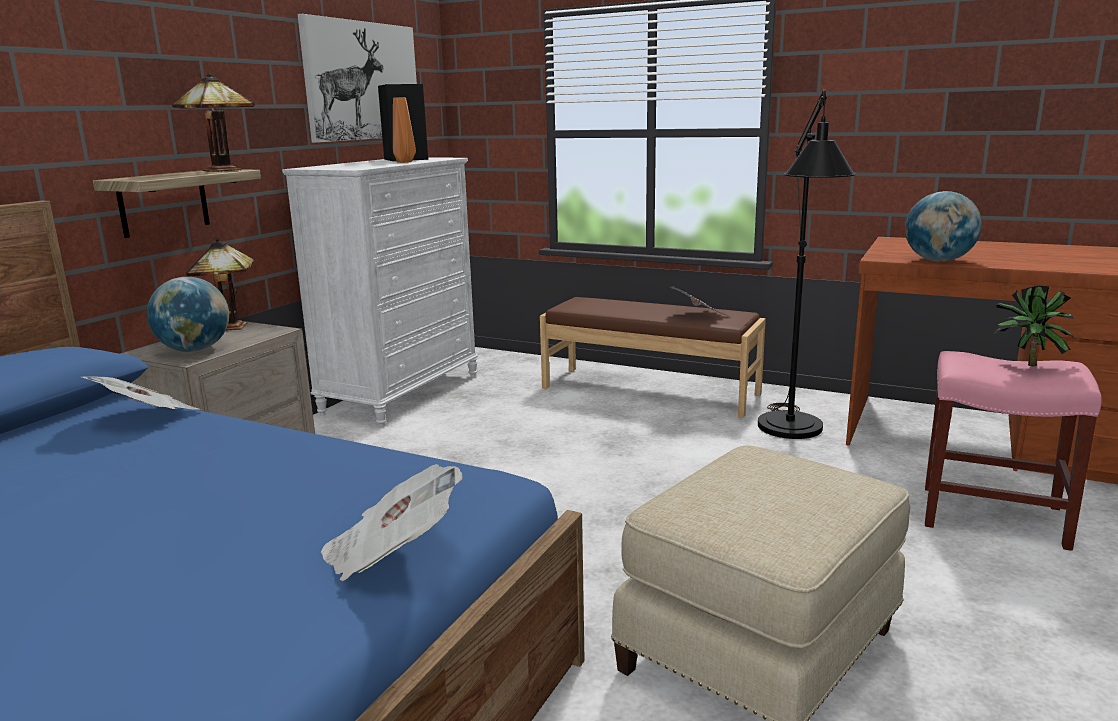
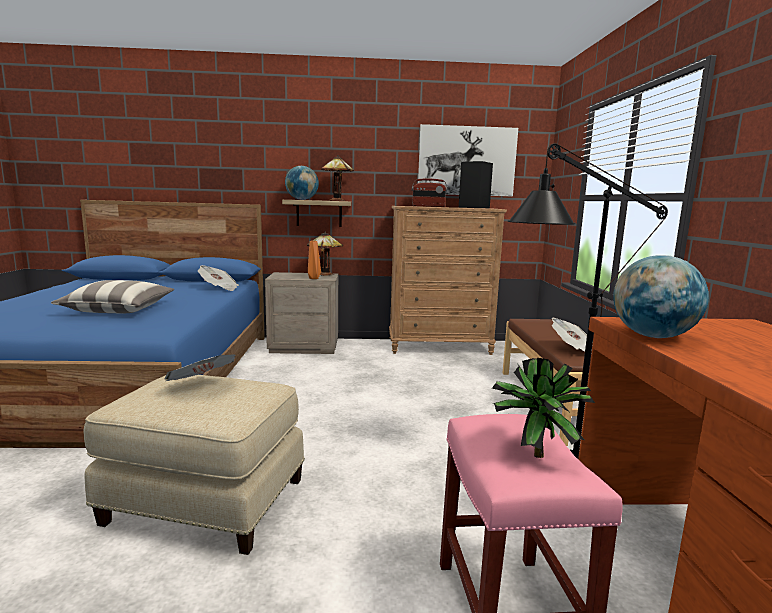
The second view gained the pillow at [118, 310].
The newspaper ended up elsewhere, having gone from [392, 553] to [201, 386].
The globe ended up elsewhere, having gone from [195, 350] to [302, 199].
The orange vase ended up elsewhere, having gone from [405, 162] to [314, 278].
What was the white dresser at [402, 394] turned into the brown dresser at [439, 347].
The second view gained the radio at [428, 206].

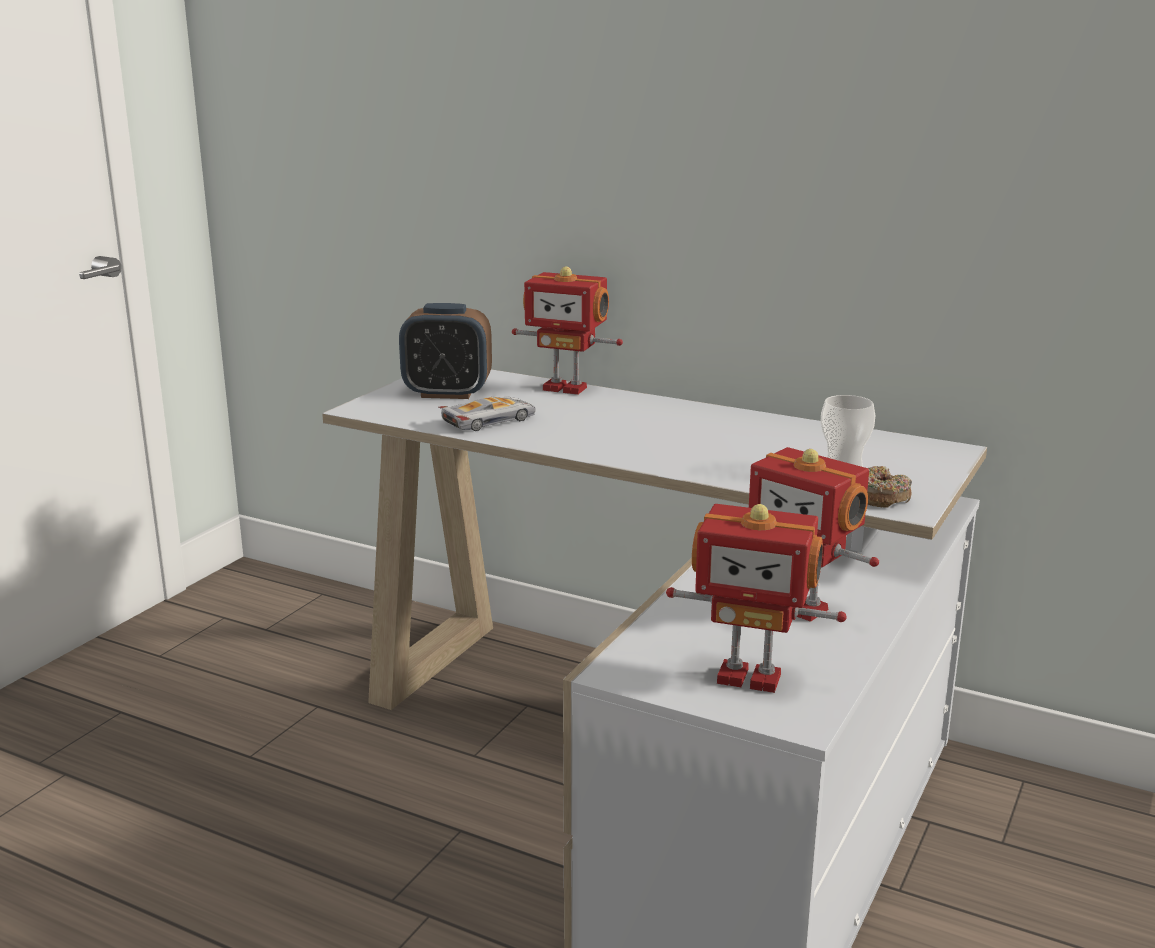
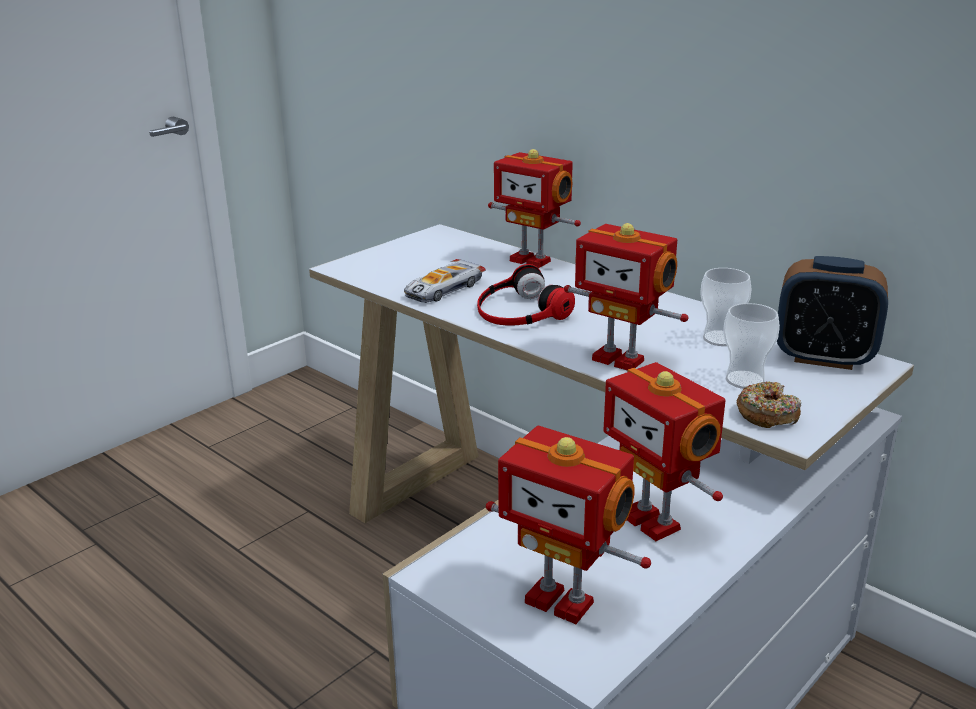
The toy car at [489, 421] ended up facing another way, 150 degrees clockwise from before.
The second view gained the headphones at [520, 310].
The second view gained the toy robot at [619, 359].
The second view gained the cup at [720, 339].
The alarm clock ended up elsewhere, having gone from [447, 393] to [823, 358].

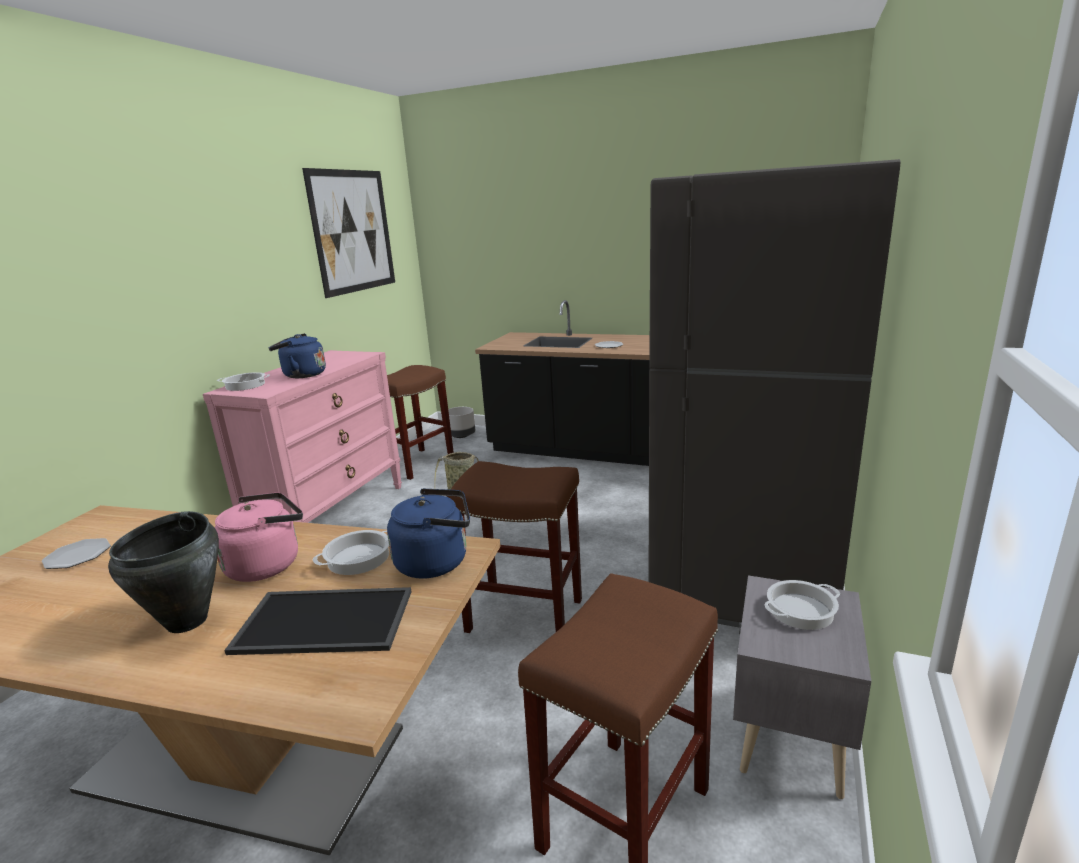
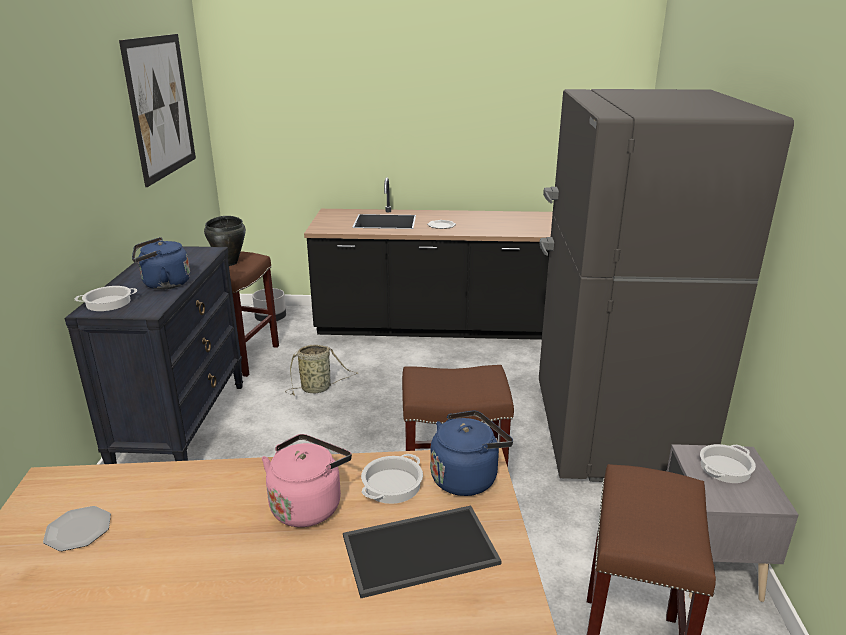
What was the pink dresser at [331, 515] turned into the black dresser at [183, 428].
The black cooking pot ended up elsewhere, having gone from [188, 621] to [229, 263].

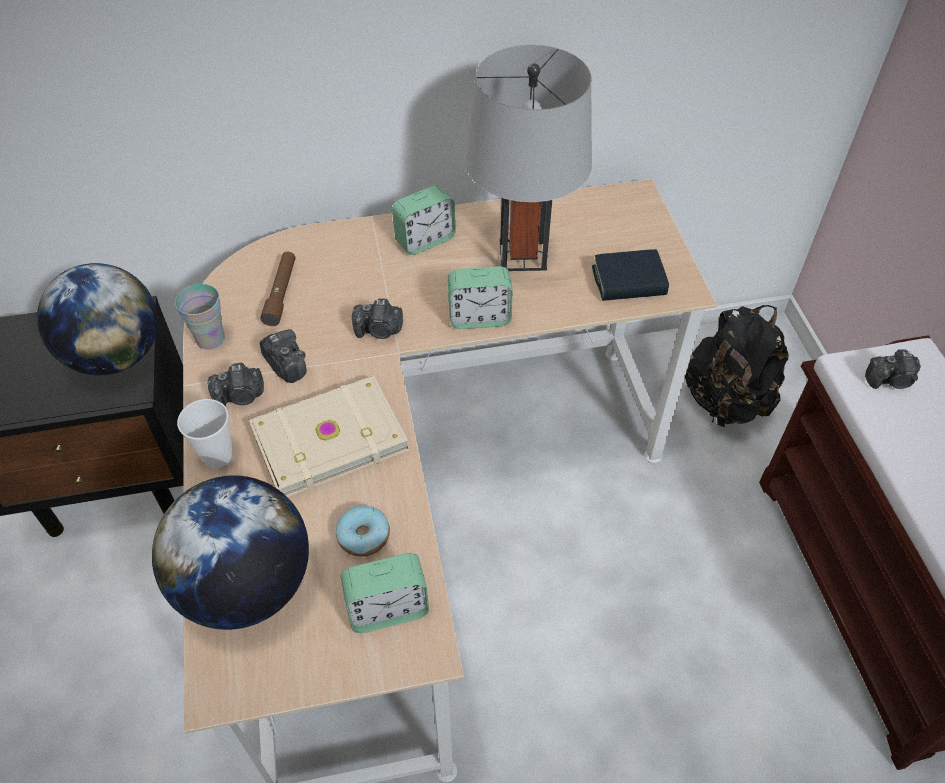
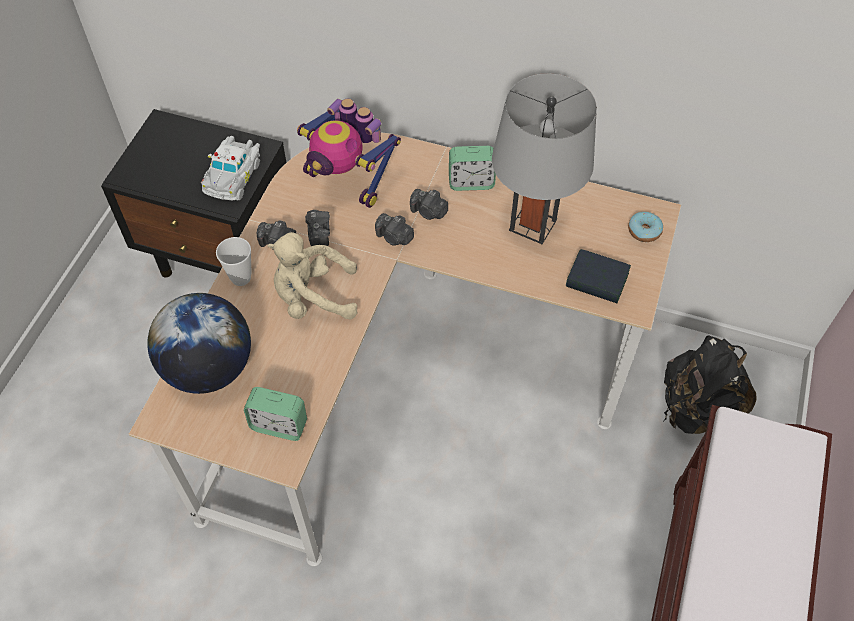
Where the globe stood at [116, 356], the white toy car came to stand at [234, 175].
Where the beige book stood at [327, 437], the beige plush toy came to stand at [313, 297].
Where the brown flashlight stood at [281, 293], the toy robot came to stand at [348, 180].
The photo camera ended up elsewhere, having gone from [890, 380] to [428, 212].
The donut ended up elsewhere, having gone from [363, 536] to [644, 231].
The second view lost the cup at [210, 339].
The second view lost the alarm clock at [479, 317].

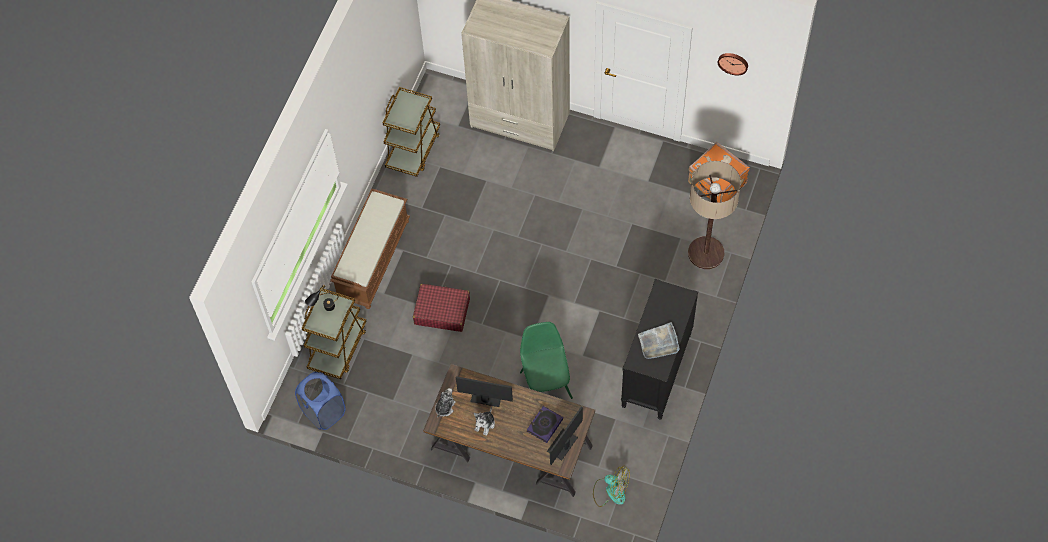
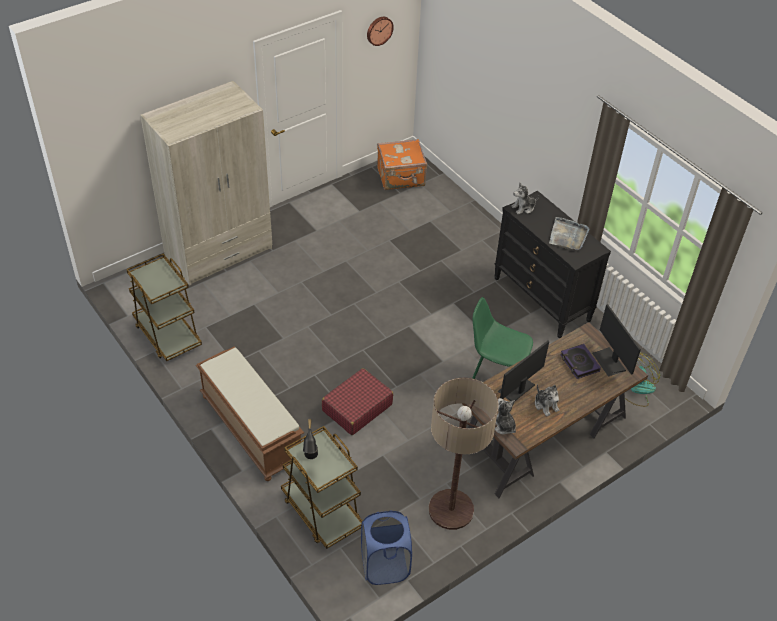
The floor lamp ended up elsewhere, having gone from [706, 253] to [451, 510].
The second view gained the plush toy at [523, 208].

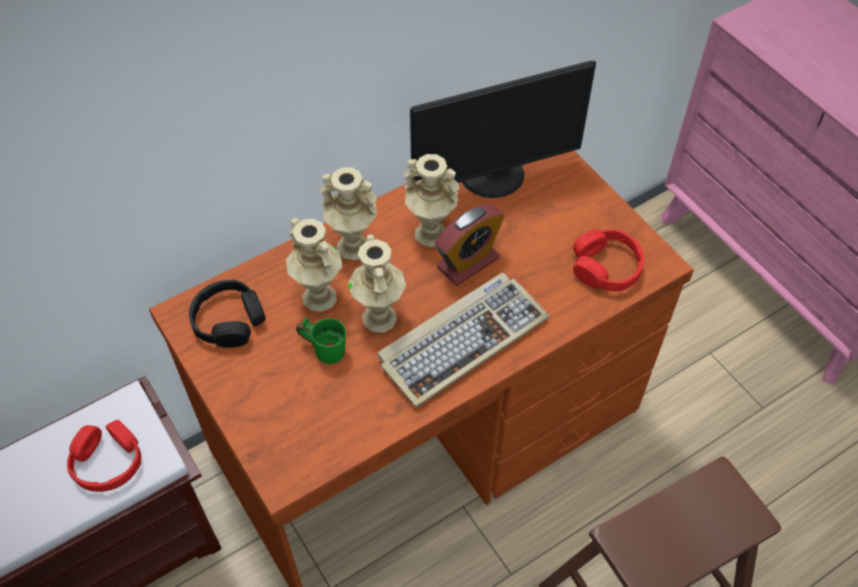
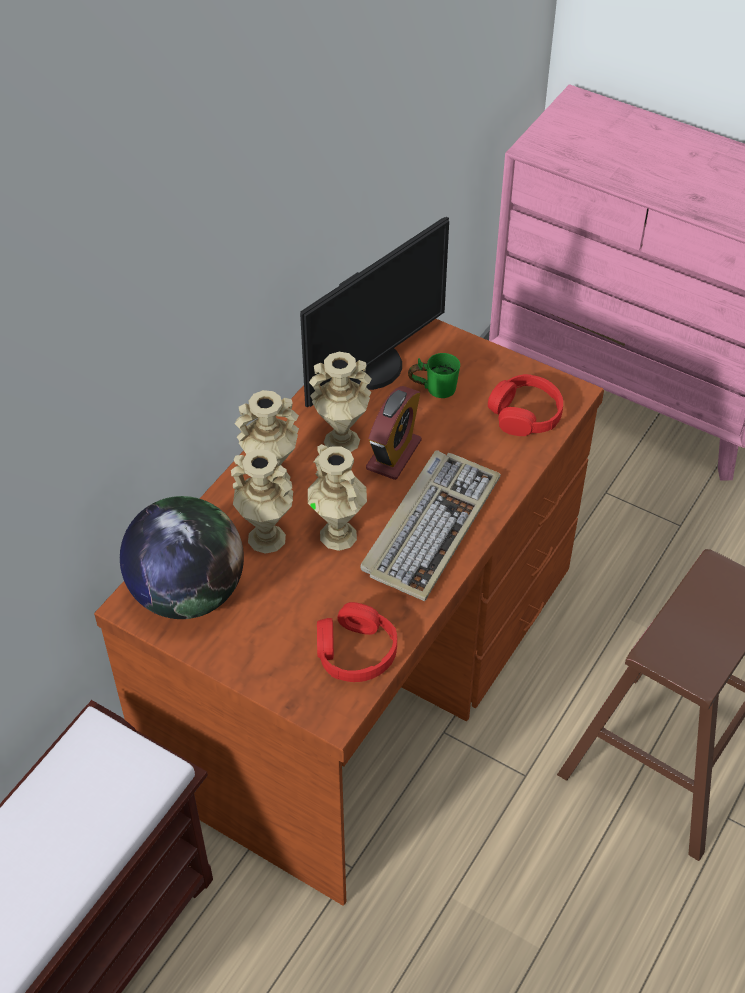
Where the black headphones stood at [229, 321], the globe came to stand at [188, 593].
The red headphones ended up elsewhere, having gone from [108, 462] to [355, 652].
The green mug ended up elsewhere, having gone from [326, 347] to [434, 387].

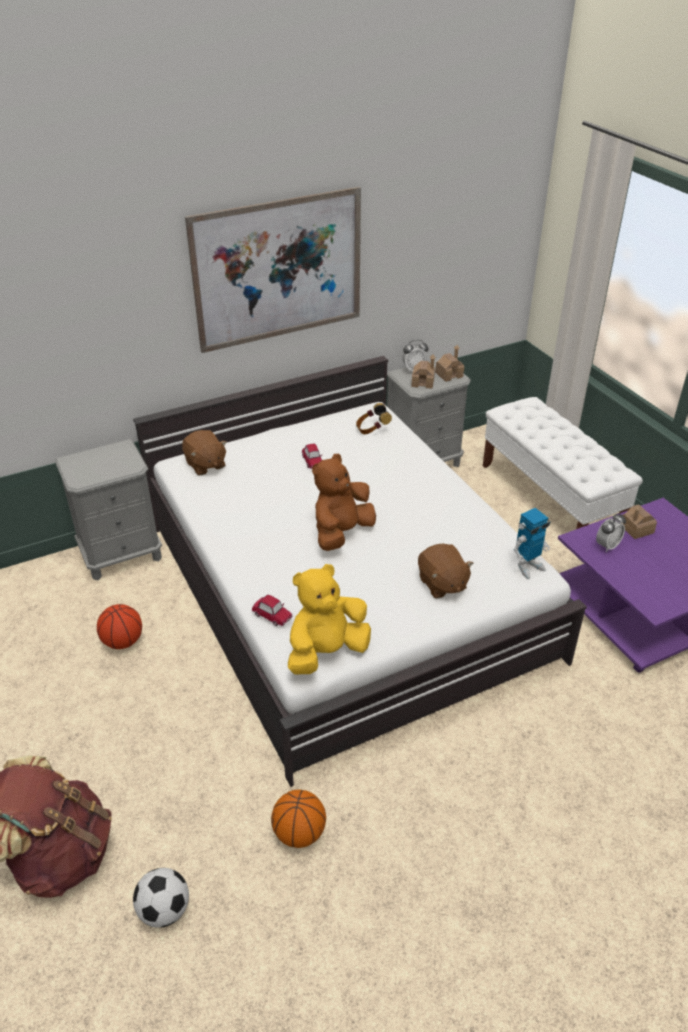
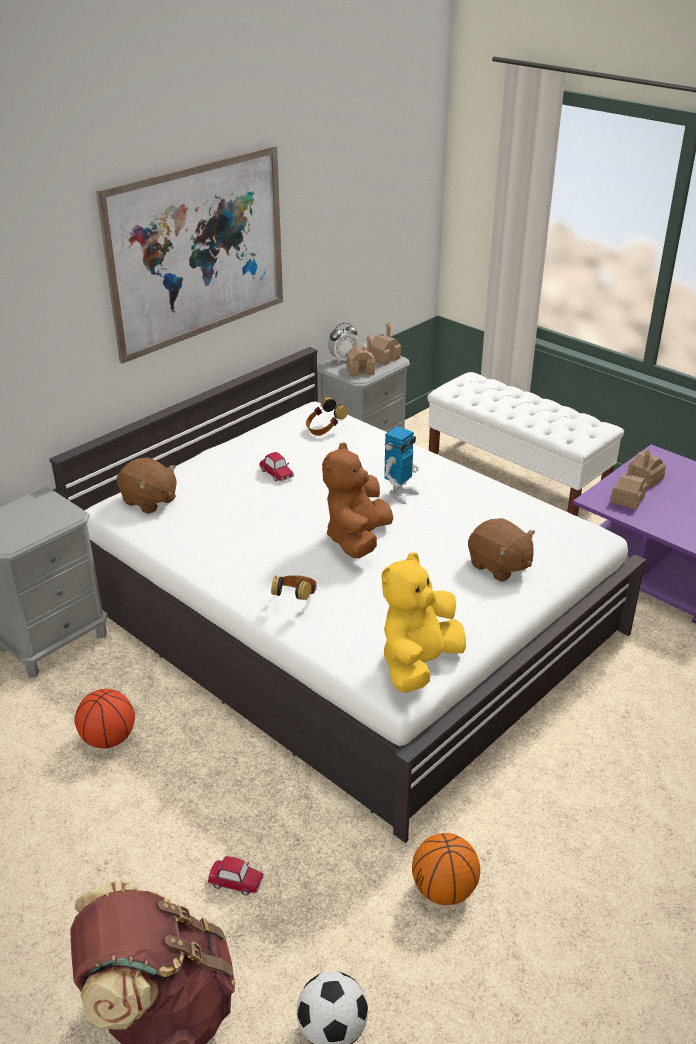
The toy car ended up elsewhere, having gone from [272, 615] to [236, 881].
The second view gained the headphones at [295, 599].
The toy robot ended up elsewhere, having gone from [528, 567] to [400, 494].
Where the alarm clock stood at [607, 546], the toy house came to stand at [627, 499].

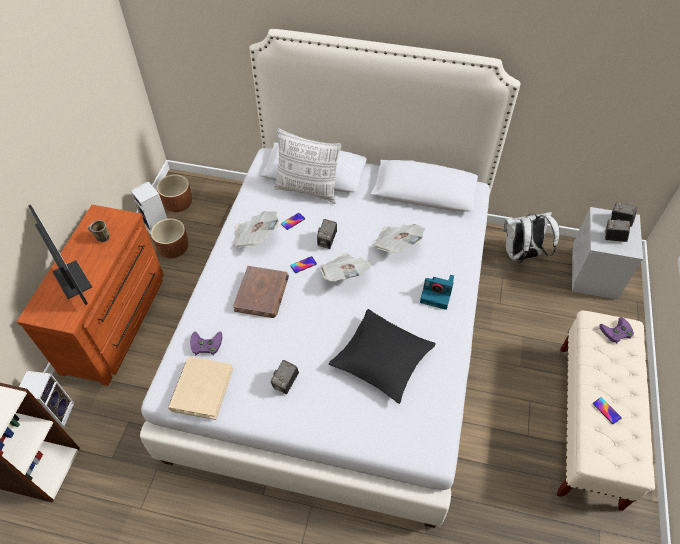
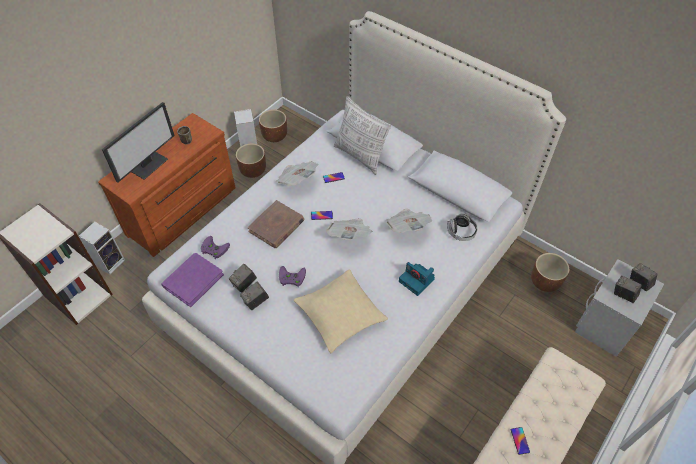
The monitor at [71, 279] ended up facing another way, 45 degrees clockwise from before.
What was the beige book at [201, 389] turned into the purple book at [193, 280].
The photo camera ended up elsewhere, having gone from [327, 241] to [244, 284].
The purple game controller ended up elsewhere, having gone from [616, 332] to [291, 278].
What was the black pillow at [382, 360] turned into the beige pillow at [340, 314].
The second view gained the headphones at [461, 232].
Where the white backpack stood at [521, 255], the brown planter came to stand at [544, 282].

